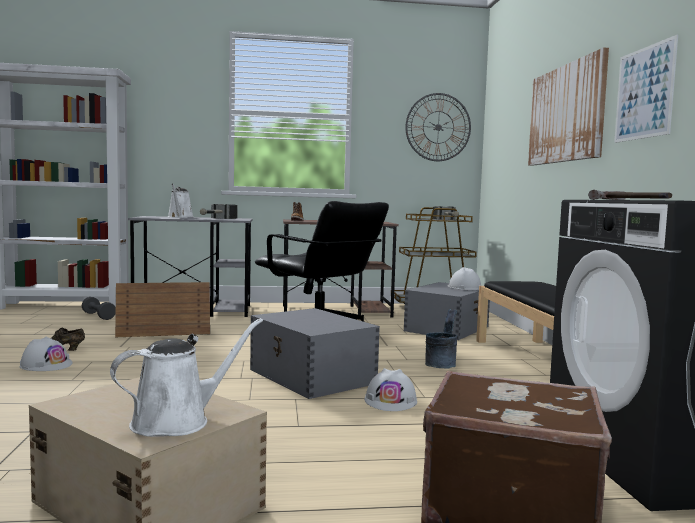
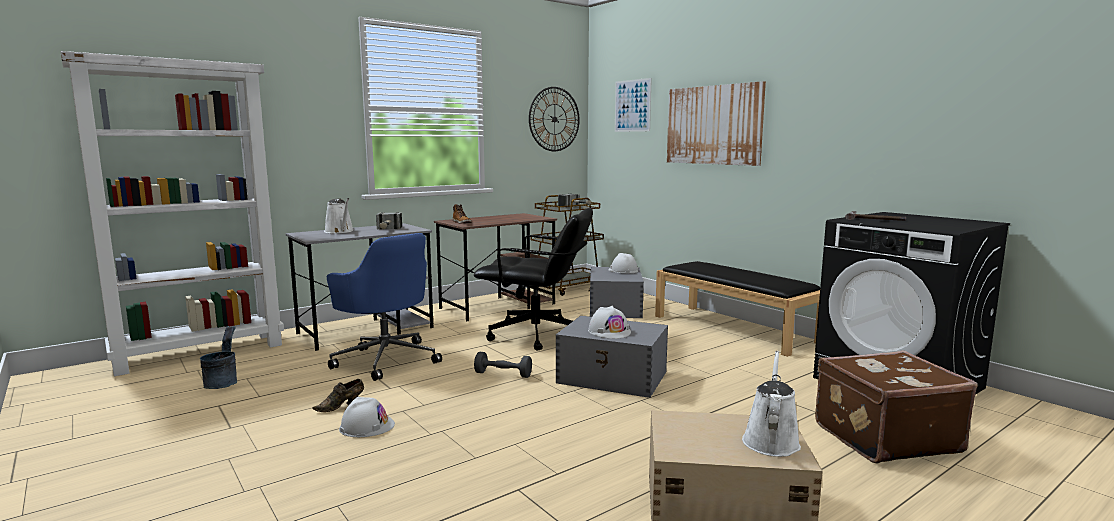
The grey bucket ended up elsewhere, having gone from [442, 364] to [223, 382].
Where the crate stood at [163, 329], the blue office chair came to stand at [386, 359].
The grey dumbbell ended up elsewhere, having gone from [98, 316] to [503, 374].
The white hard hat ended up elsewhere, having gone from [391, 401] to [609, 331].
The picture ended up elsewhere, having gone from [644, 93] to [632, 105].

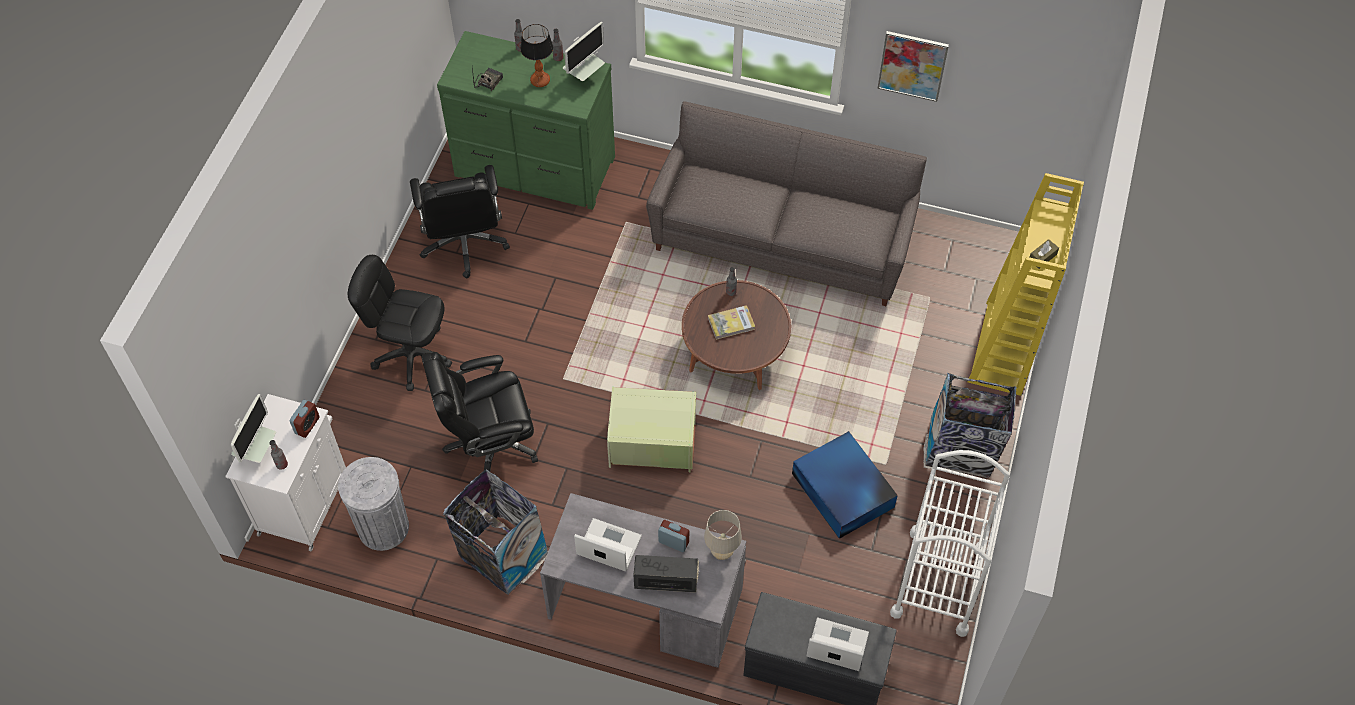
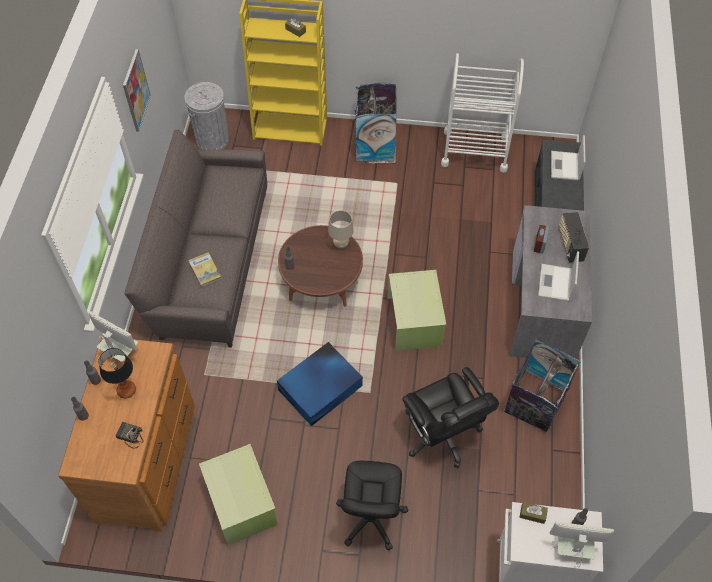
What was the green dresser at [534, 168] turned into the brown dresser at [148, 460].
The grey trash can ended up elsewhere, having gone from [383, 527] to [212, 139].
The book ended up elsewhere, having gone from [731, 323] to [205, 270].
Where the black office chair stood at [464, 244], the green storage box came to stand at [242, 502].
The blue storage box ended up elsewhere, having gone from [843, 491] to [321, 387].
The beige table lamp ended up elsewhere, having gone from [722, 552] to [341, 244].
Where the alarm clock stood at [307, 425], the brown tissue box came to stand at [532, 514].

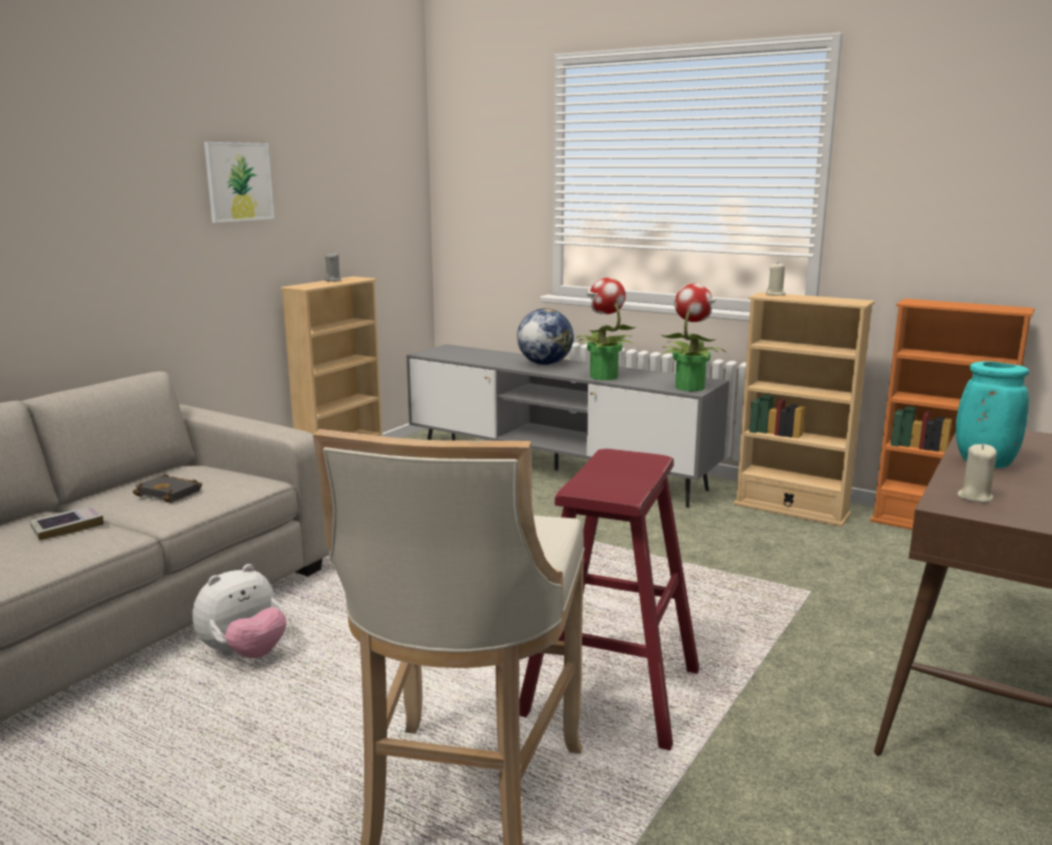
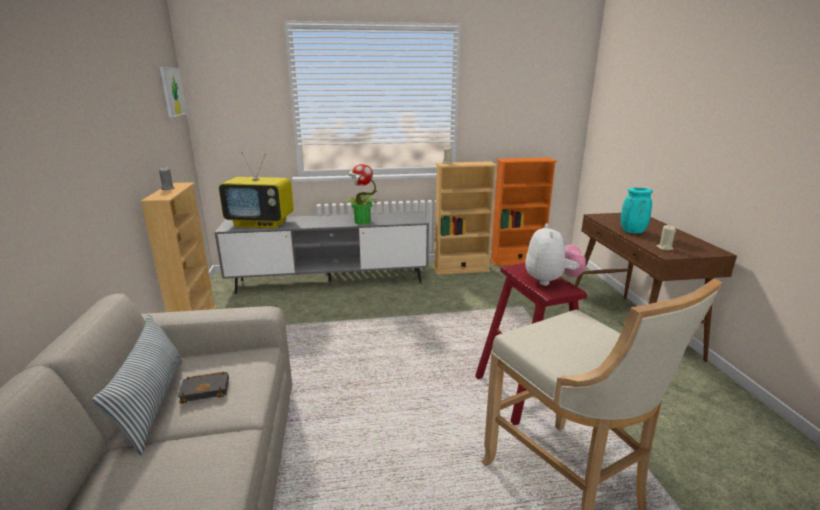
The second view gained the pillow at [153, 403].
The picture ended up elsewhere, having gone from [239, 182] to [172, 92].
The second view gained the television at [261, 223].
The plush toy ended up elsewhere, having gone from [244, 653] to [551, 281].
The second view lost the book at [67, 527].
The second view lost the globe at [544, 364].
The second view lost the potted plant at [689, 387].

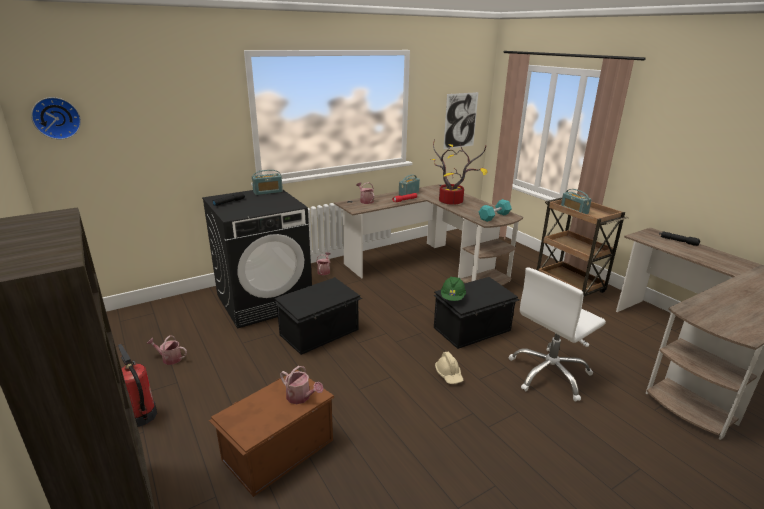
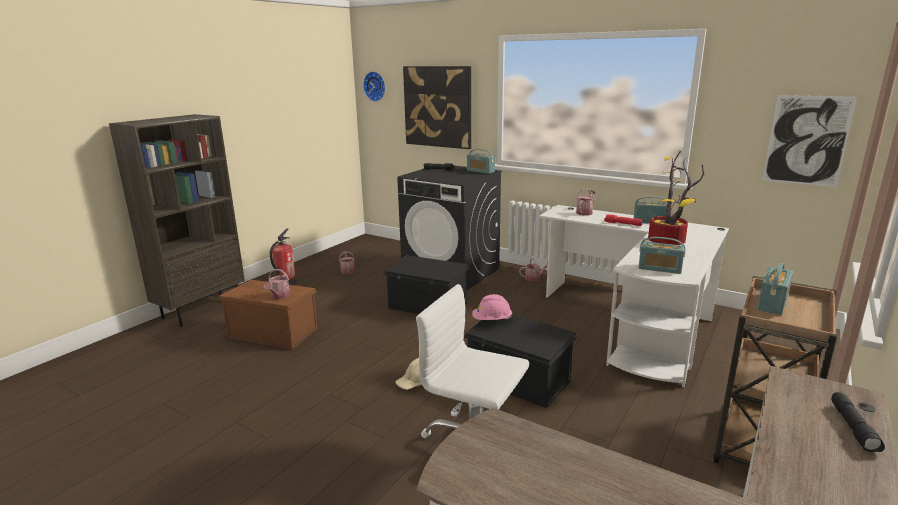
The second view gained the picture at [438, 107].
What was the green hard hat at [452, 298] turned into the pink hard hat at [491, 320].
What was the brown desk at [429, 265] turned into the white desk at [636, 323].
Where the turquoise dumbbell stood at [494, 216], the radio came to stand at [659, 268].

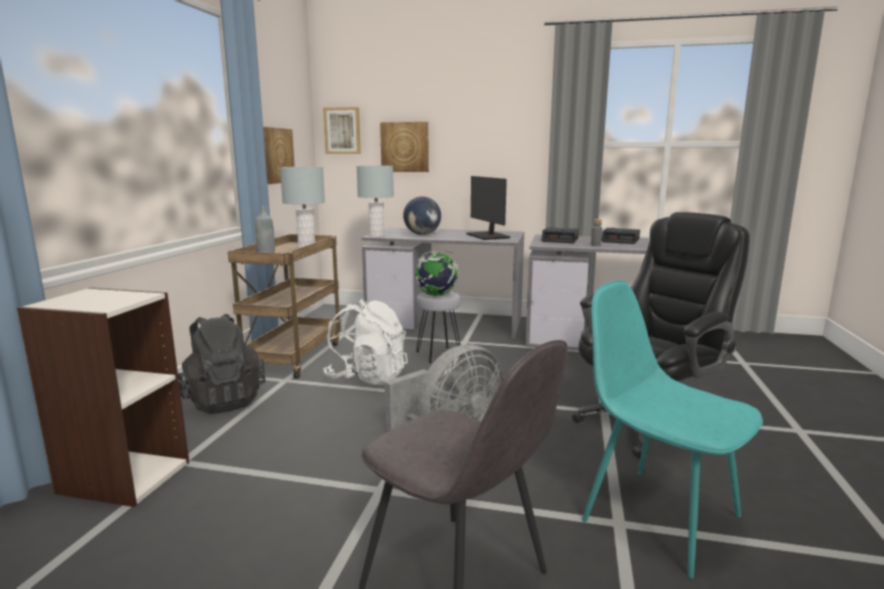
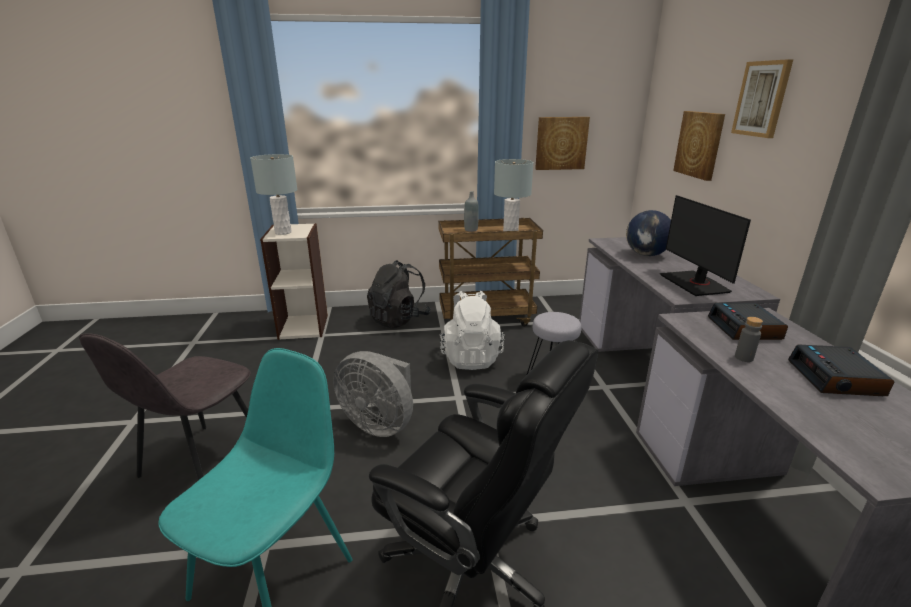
The grey table lamp ended up elsewhere, having gone from [376, 235] to [283, 232].
The monitor at [488, 236] ended up facing another way, 60 degrees counterclockwise from before.
The picture ended up elsewhere, having gone from [342, 131] to [762, 99].
The second view lost the globe at [436, 295].

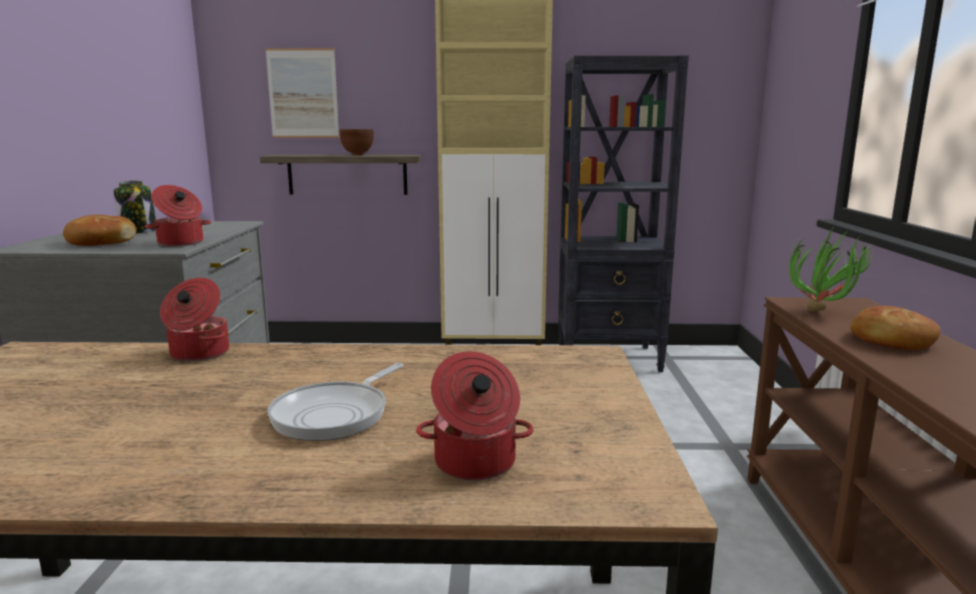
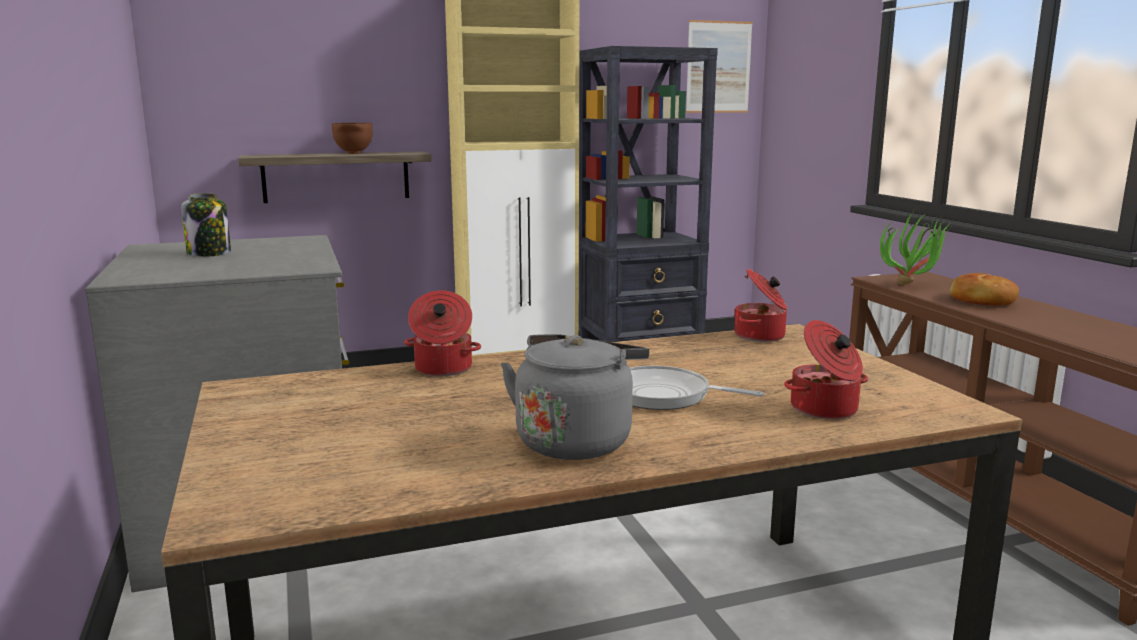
The second view gained the grey kettle at [576, 440].
The frying pan at [335, 415] ended up facing another way, 105 degrees clockwise from before.
The picture ended up elsewhere, having gone from [303, 93] to [718, 67].
The cooking pot ended up elsewhere, having gone from [181, 243] to [761, 336].
The second view lost the bread at [101, 242].

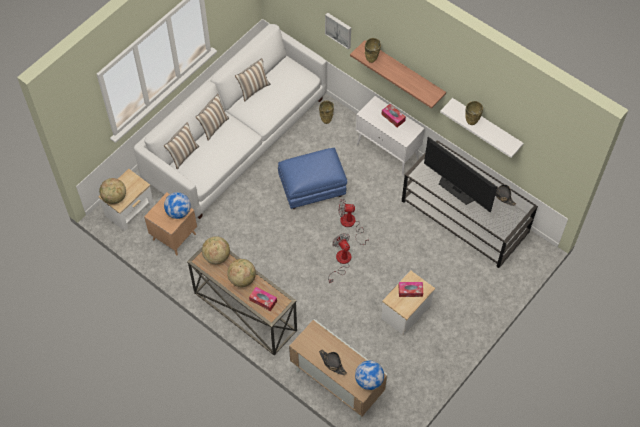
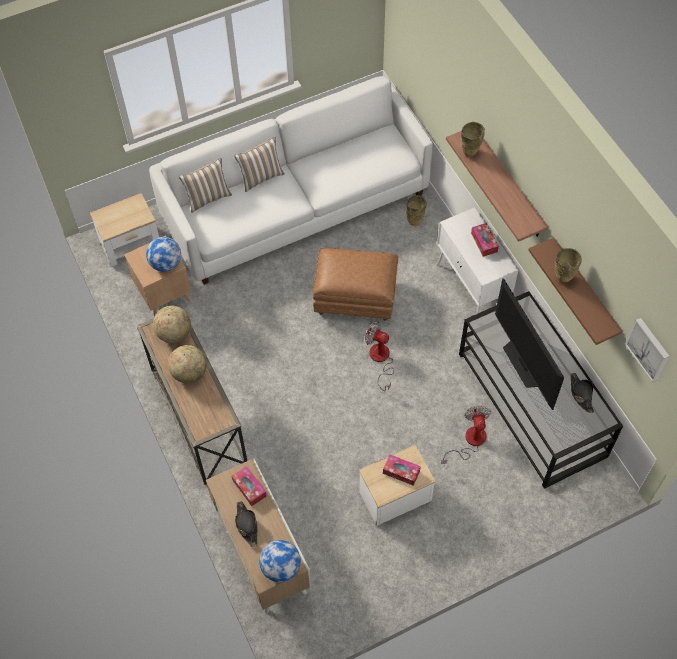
The tissue box ended up elsewhere, having gone from [263, 300] to [249, 488].
What was the blue ottoman at [312, 188] turned into the brown ottoman at [356, 297].
The fan ended up elsewhere, having gone from [341, 262] to [470, 441].
What was the white shelf at [486, 126] turned into the brown shelf at [584, 291].
The picture ended up elsewhere, having gone from [339, 29] to [649, 349].
The second view lost the globe at [114, 198].
The second view lost the pillow at [253, 89].

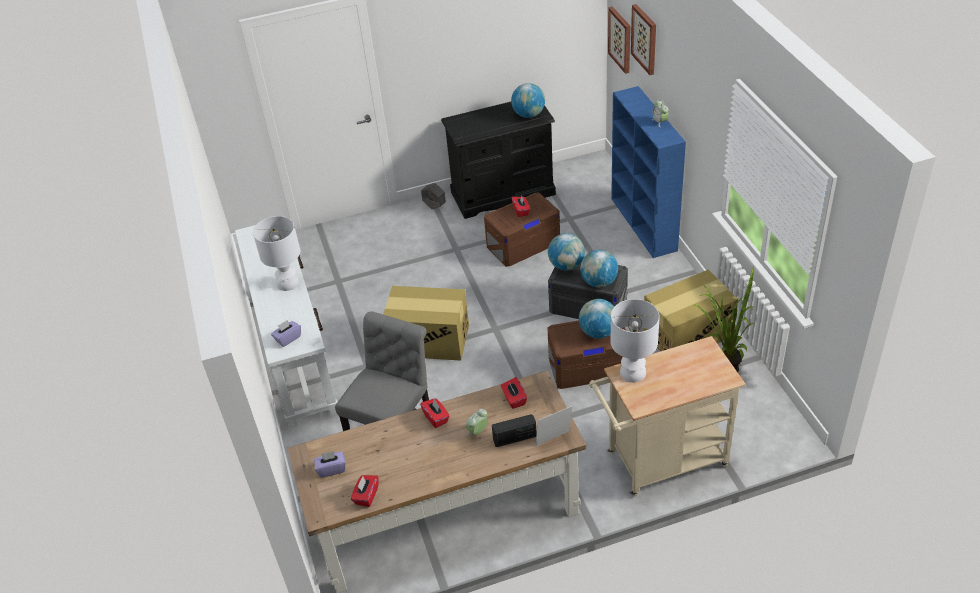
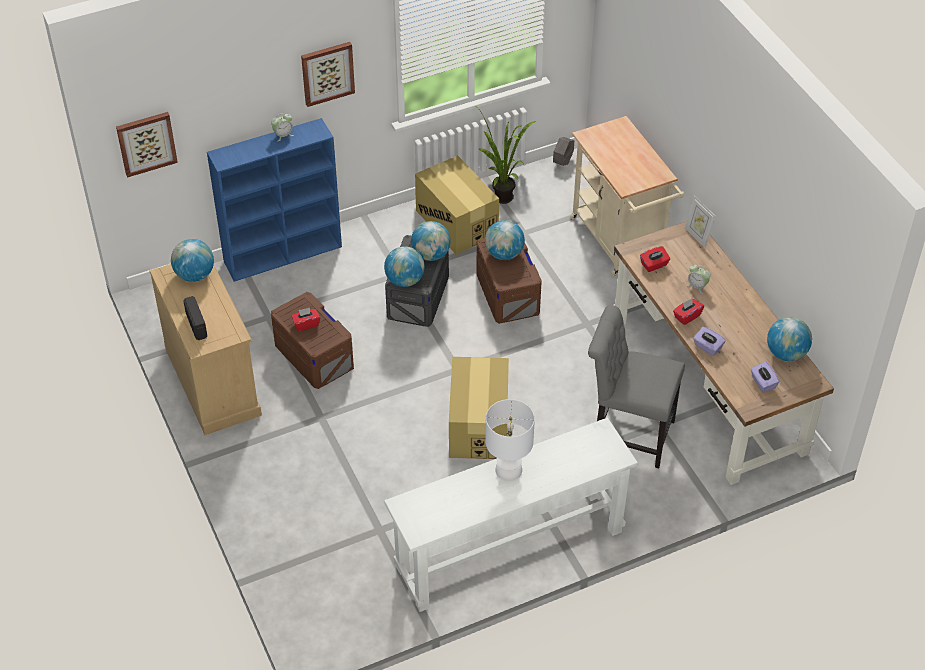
What was the black dresser at [503, 193] turned into the beige dresser at [213, 381].
The radio ended up elsewhere, having gone from [515, 438] to [197, 325].
The picture ended up elsewhere, having gone from [645, 39] to [327, 73].
The grey planter ended up elsewhere, having gone from [434, 206] to [563, 162].
The purple tissue box ended up elsewhere, having gone from [288, 338] to [707, 347].
Where the red tissue box stood at [366, 496], the globe came to stand at [786, 353].
The second view lost the white table lamp at [633, 373].

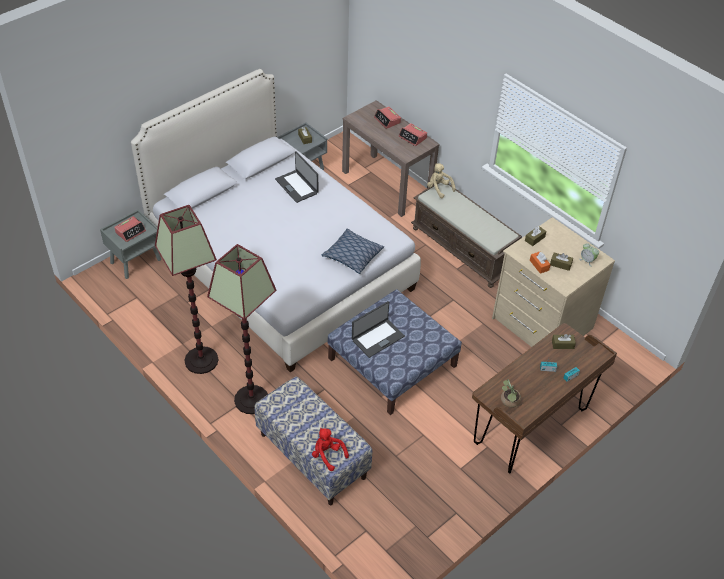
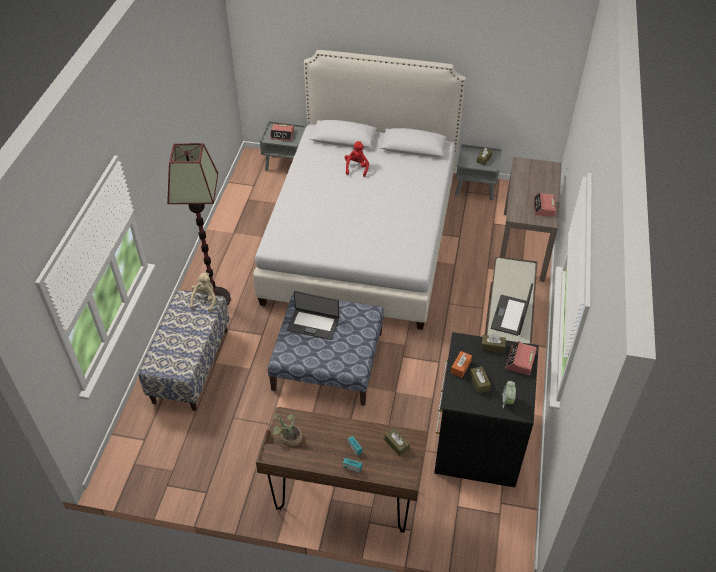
The beige plush toy ended up elsewhere, having gone from [439, 188] to [205, 300].
The red plush toy ended up elsewhere, having gone from [327, 455] to [356, 168].
What was the beige dresser at [541, 324] turned into the black dresser at [477, 442].
The laptop ended up elsewhere, having gone from [297, 186] to [510, 315].
The alarm clock ended up elsewhere, having gone from [387, 120] to [520, 361].
The second view lost the floor lamp at [201, 360].
The second view lost the pillow at [352, 256].

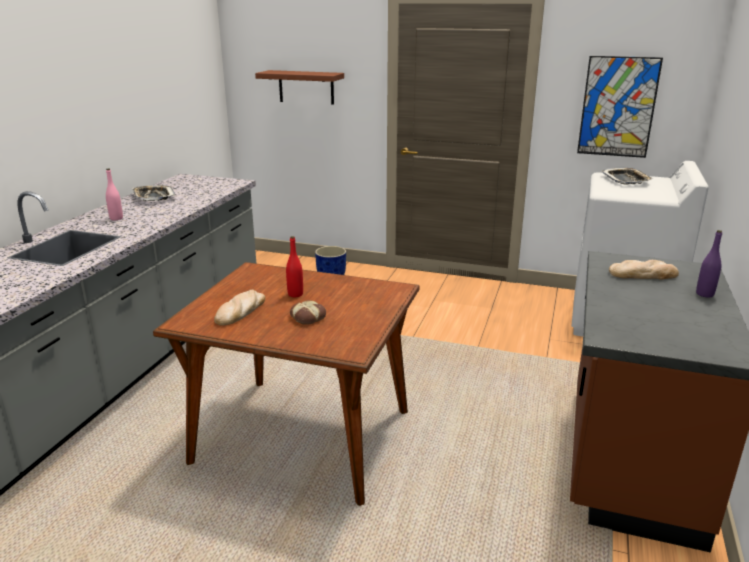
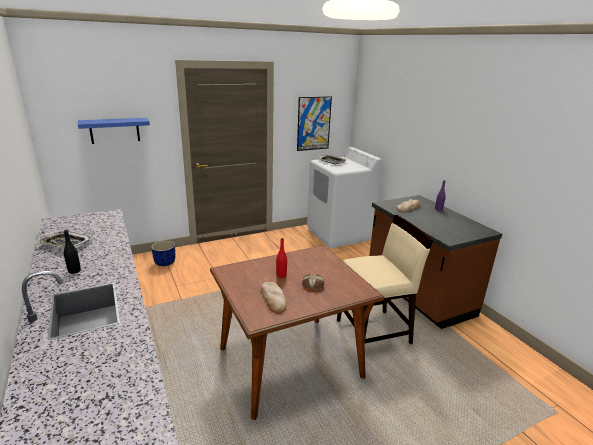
What was the pink bottle at [116, 218] turned into the black bottle at [74, 271].
What was the brown shelf at [306, 87] turned into the blue shelf at [114, 130].
The second view gained the beige chair at [374, 332].

